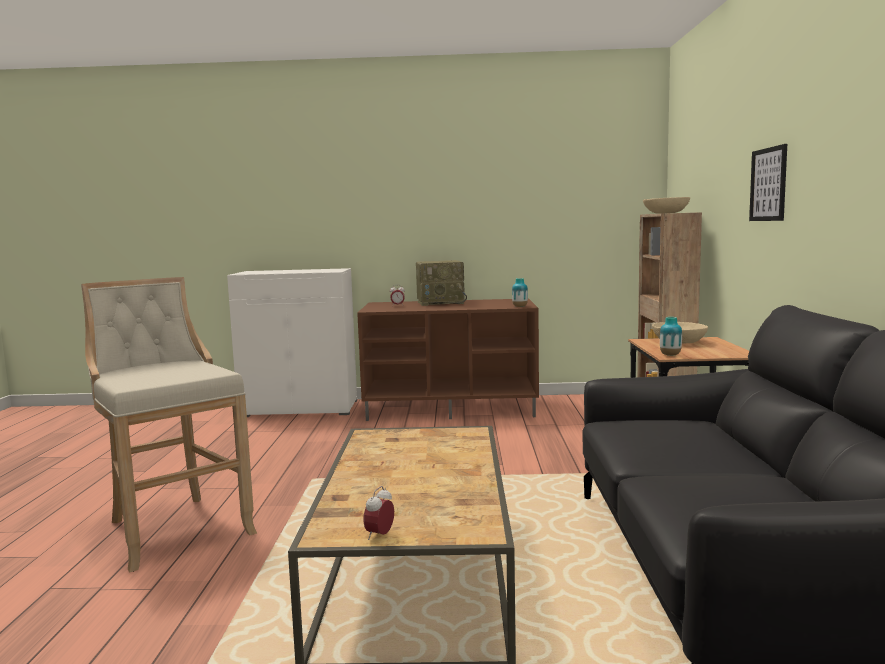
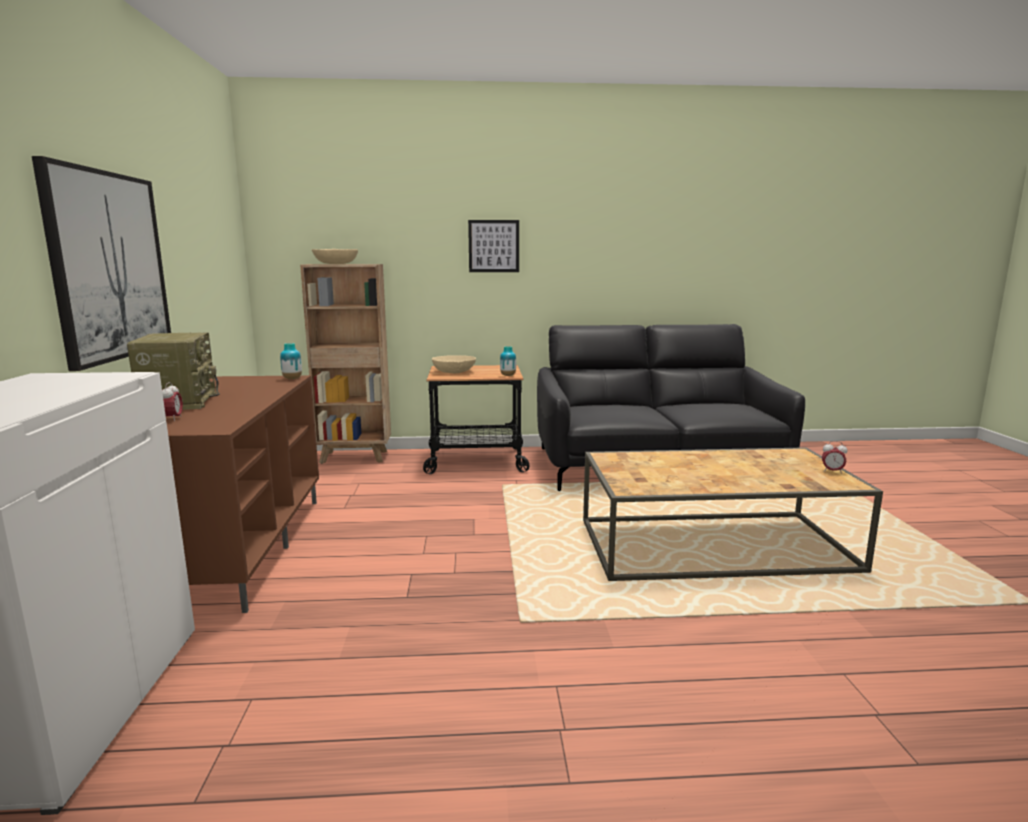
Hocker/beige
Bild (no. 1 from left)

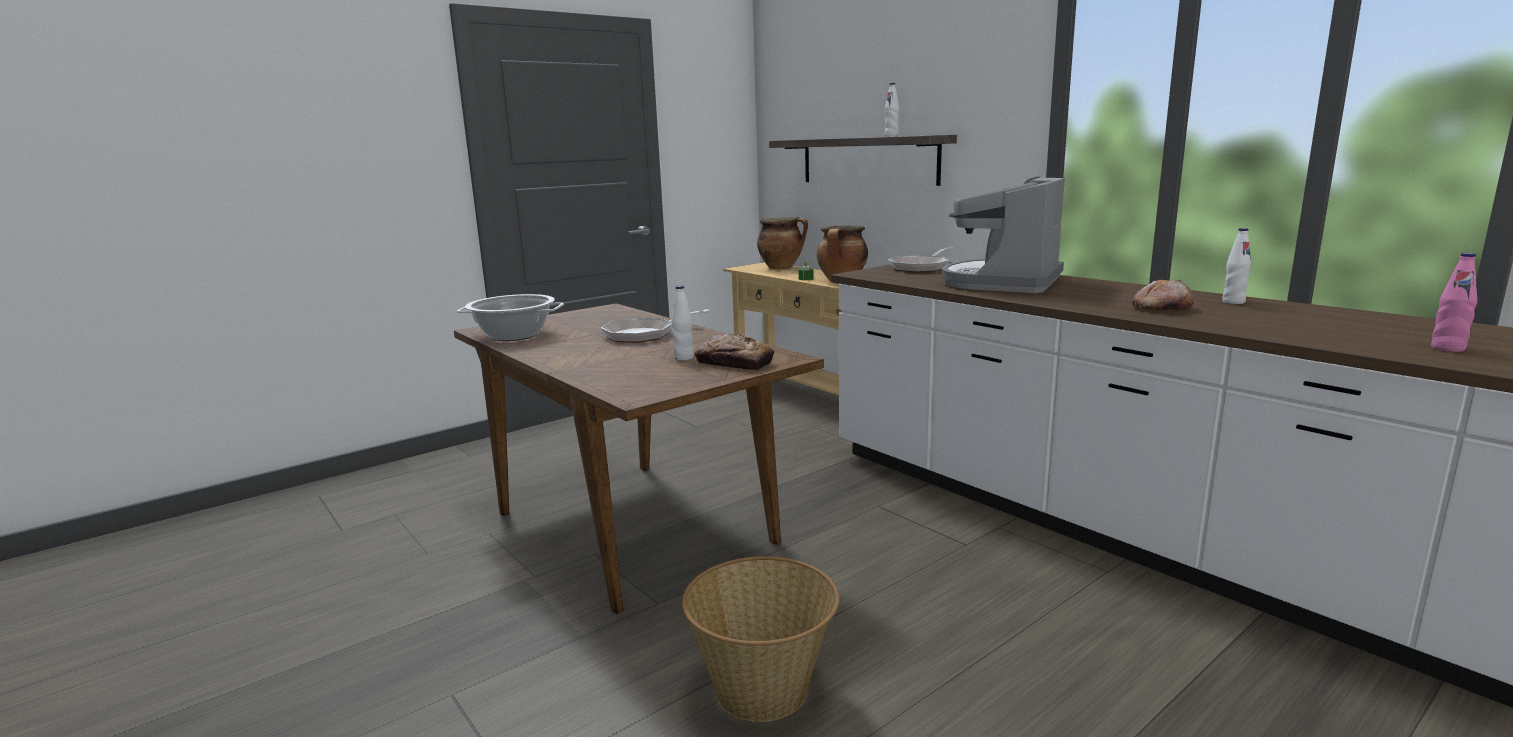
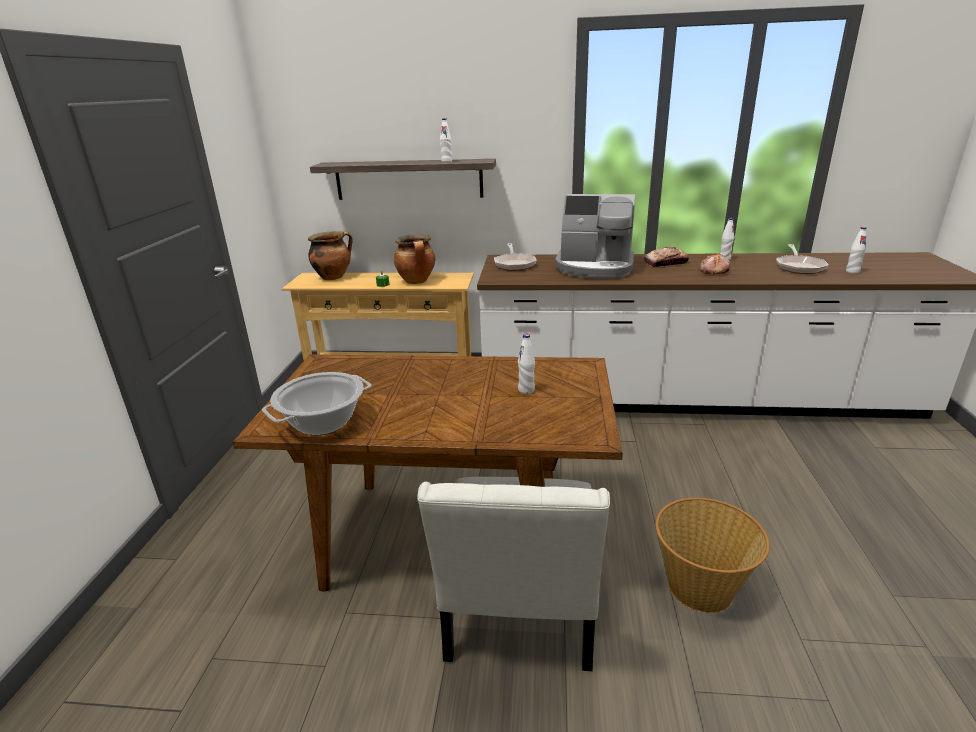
Pfanne (no. 2 from left)
Brot (no. 1 from left)
Kaffeemaschine
Flasche/weiß (no. 4 from left)
Stuhl/weiß

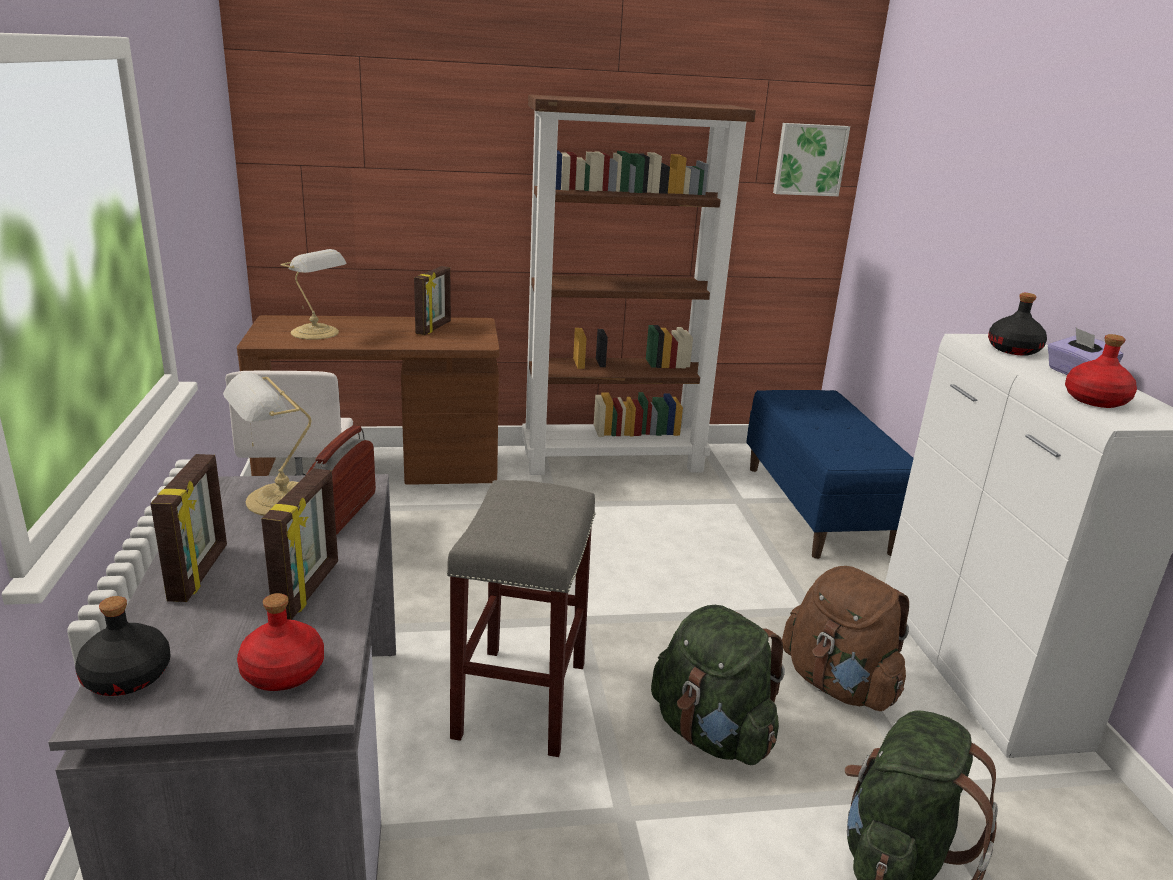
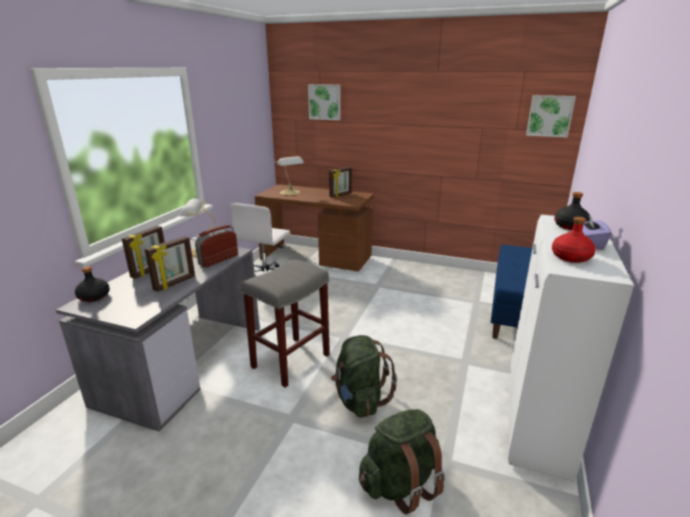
Flasche/rot (no. 1 from left in the first image)
Bücherregal/braun
Rucksack/braun
Bild (no. 1 from left)

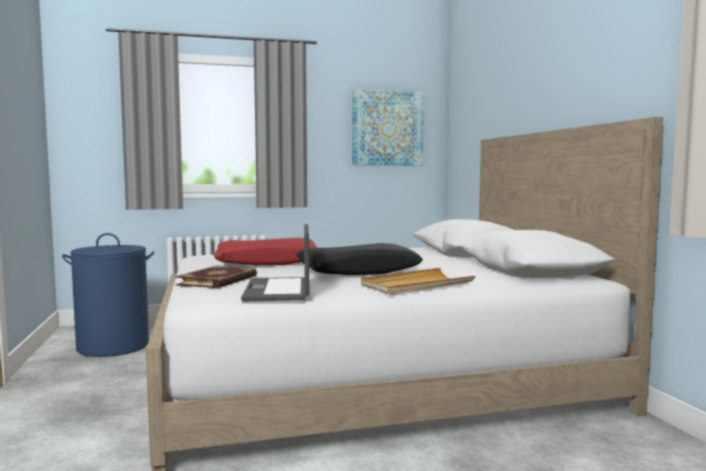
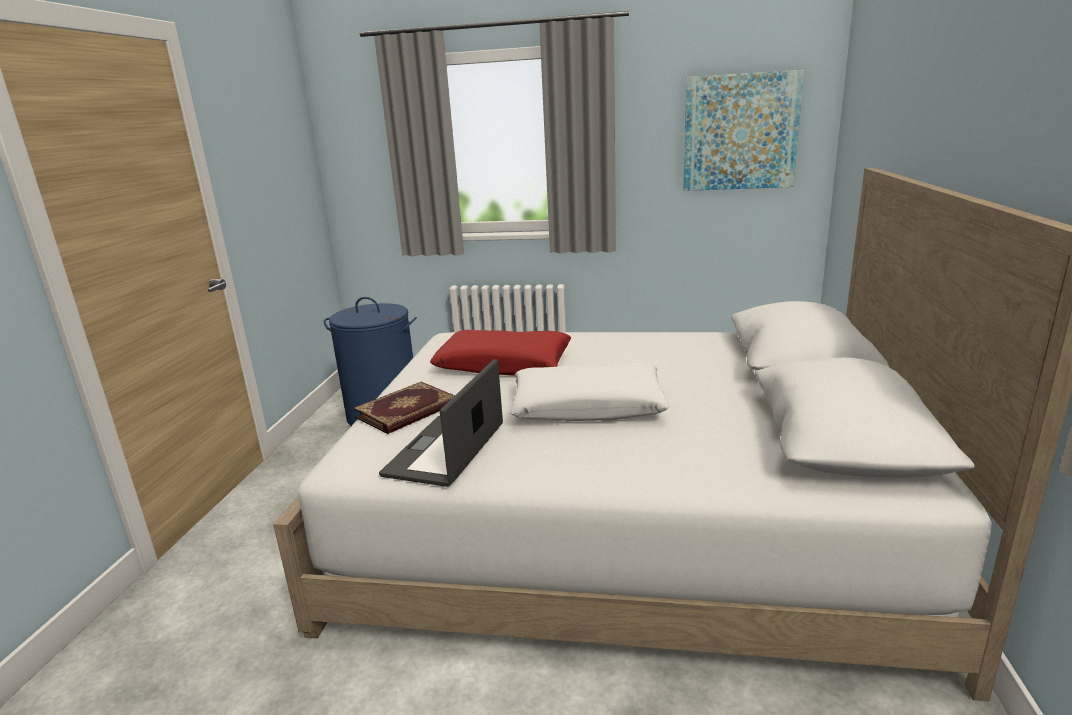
Kissen/weiß
Tablett/beige

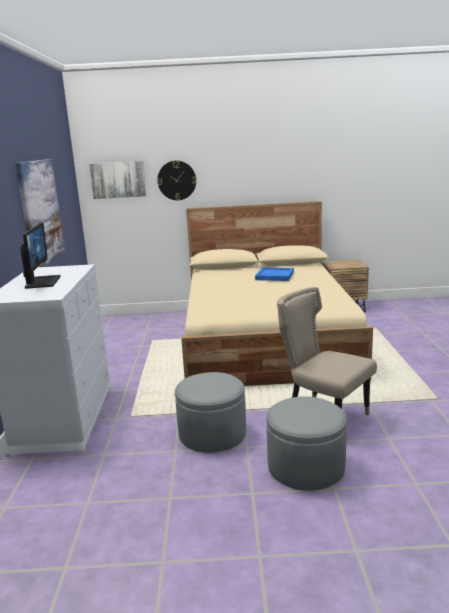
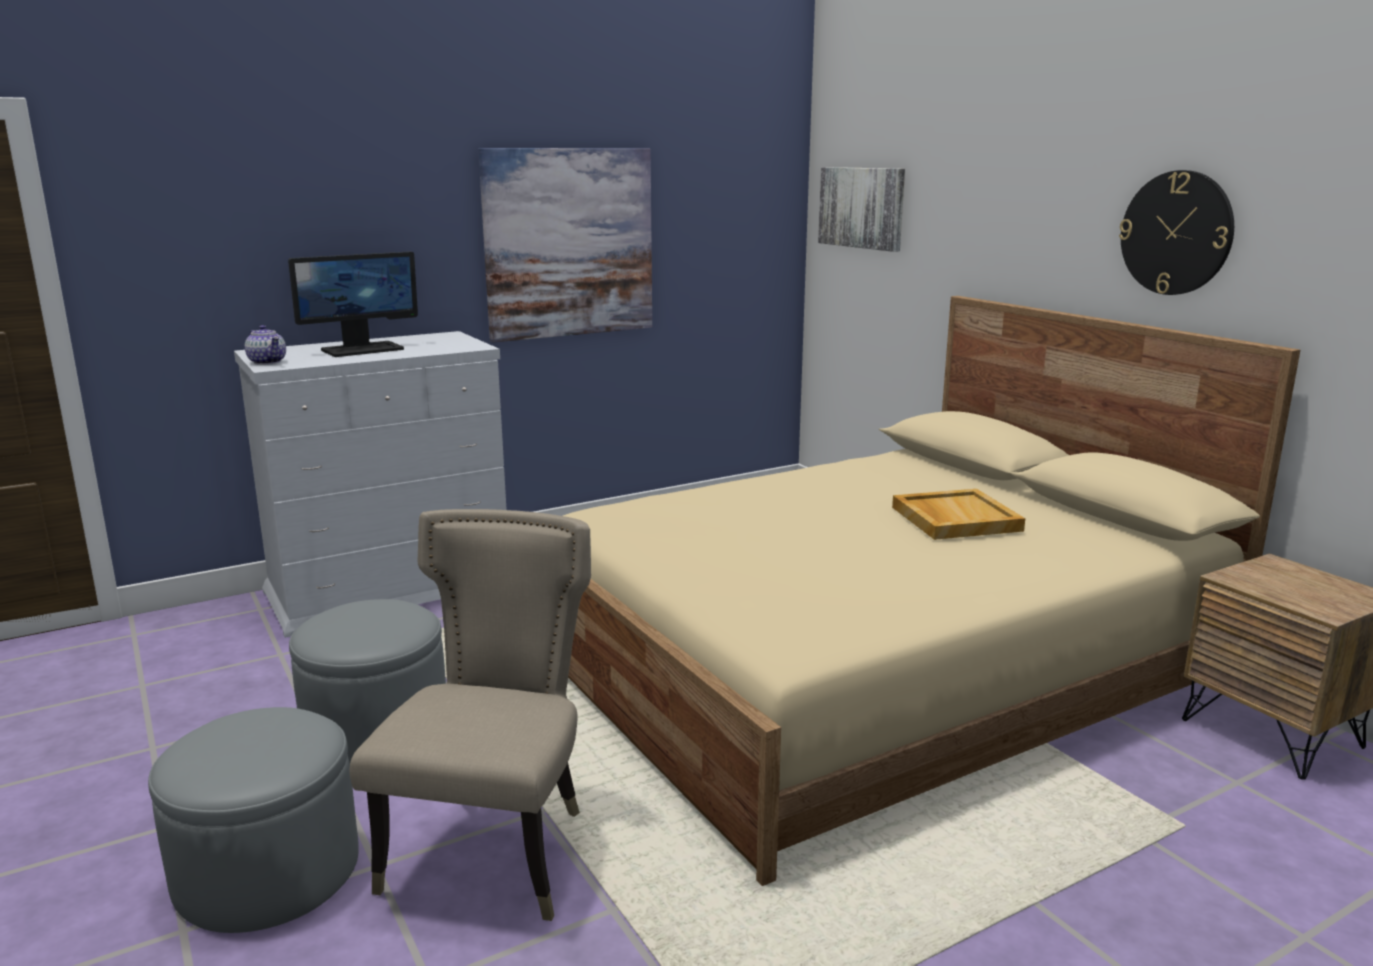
Wanduhr
Tablett/beige
Teekanne

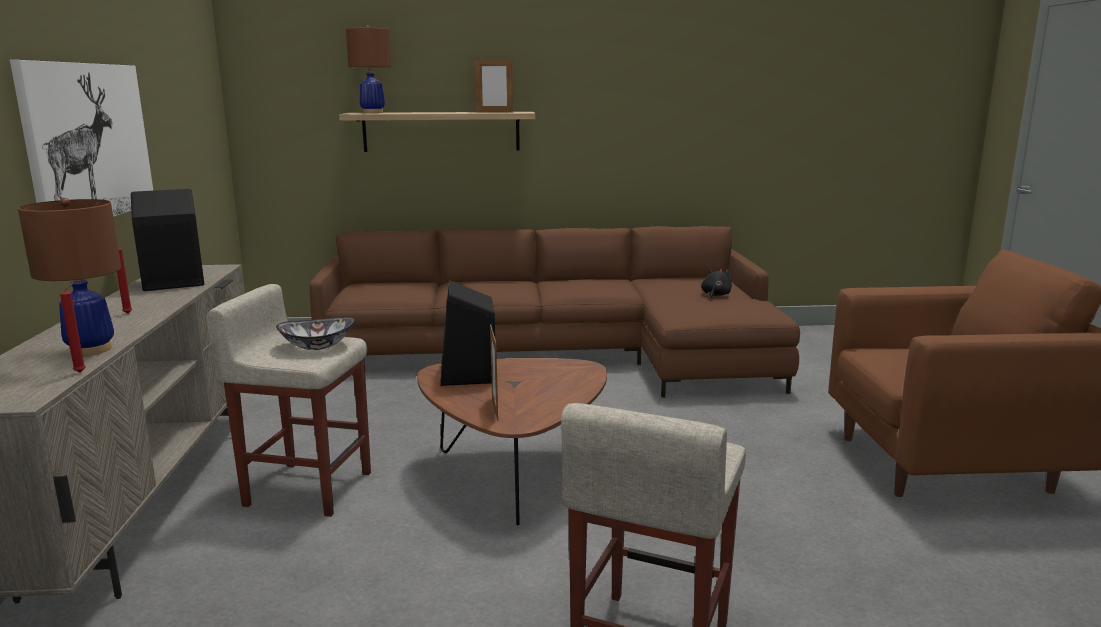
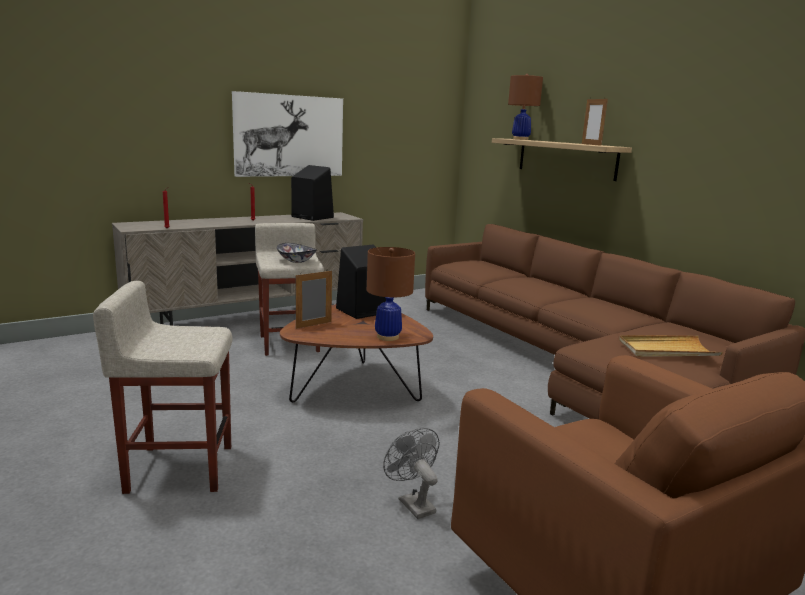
Tischlampe/braun (no. 1 from left)
Tablett/beige
Ventilator/grau

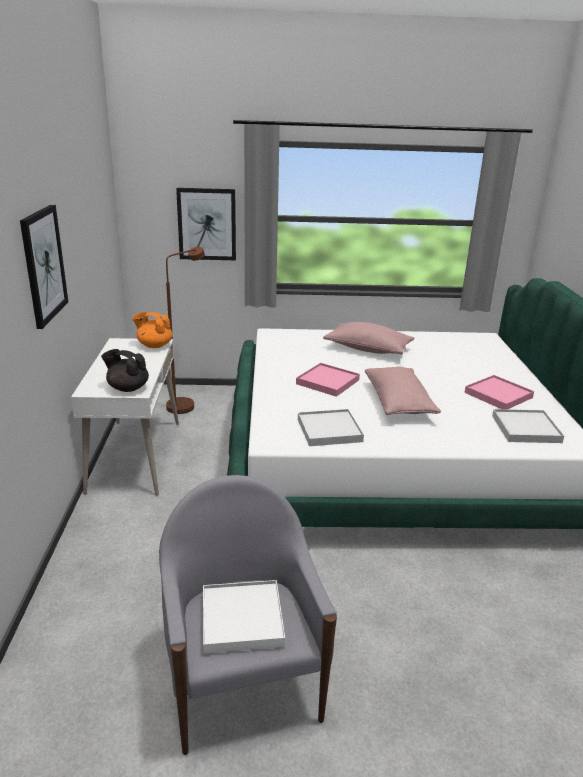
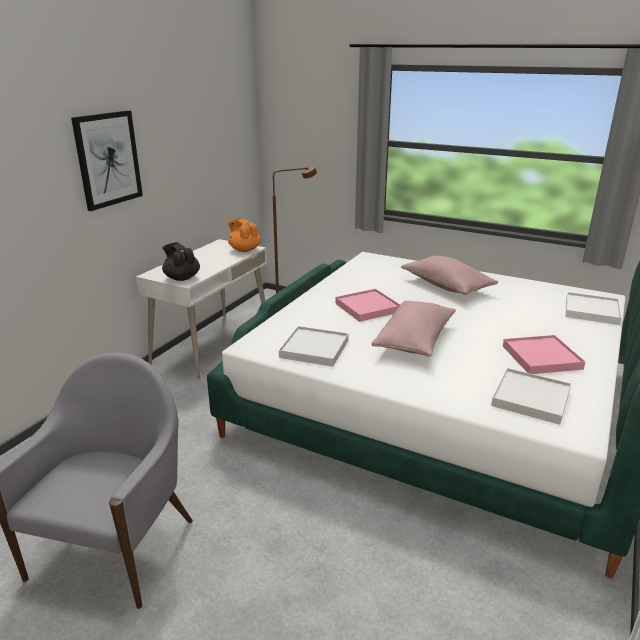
Bild (no. 2 from left in the first image)
Tablett/weiß (no. 3 from left)

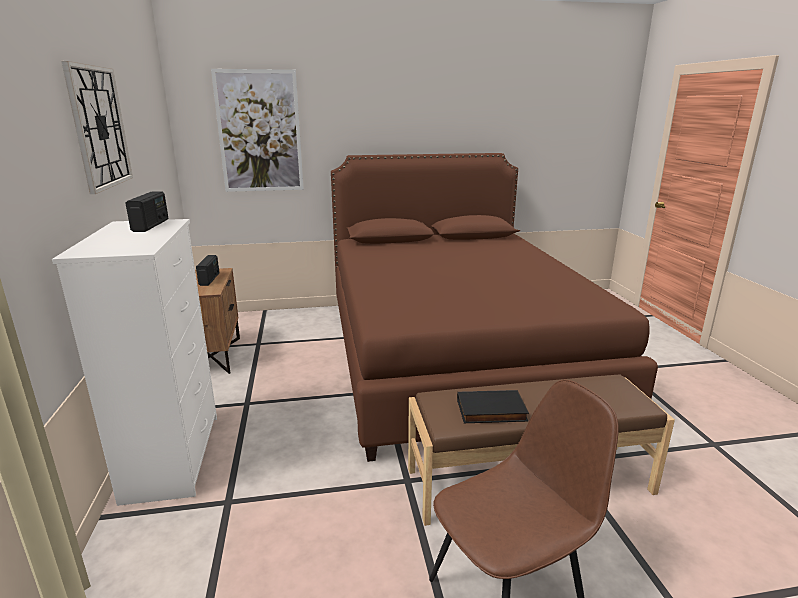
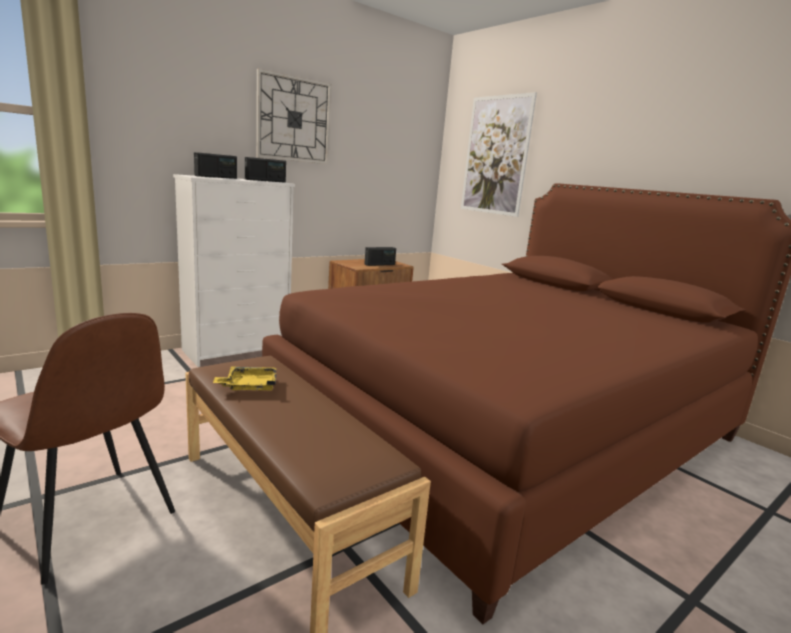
Tablett/gelb
Radio (no. 1 from left)

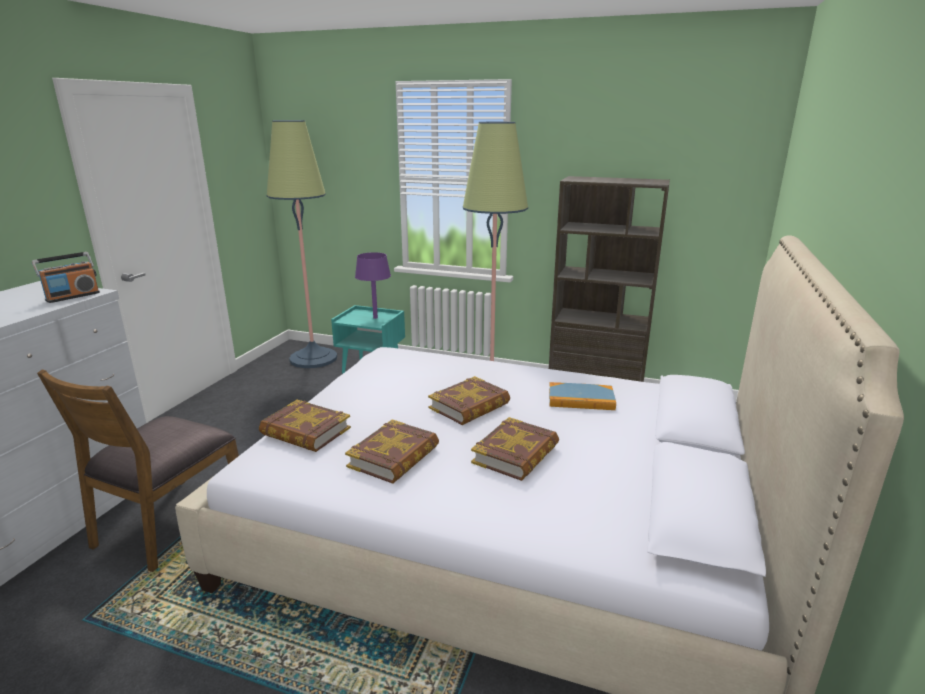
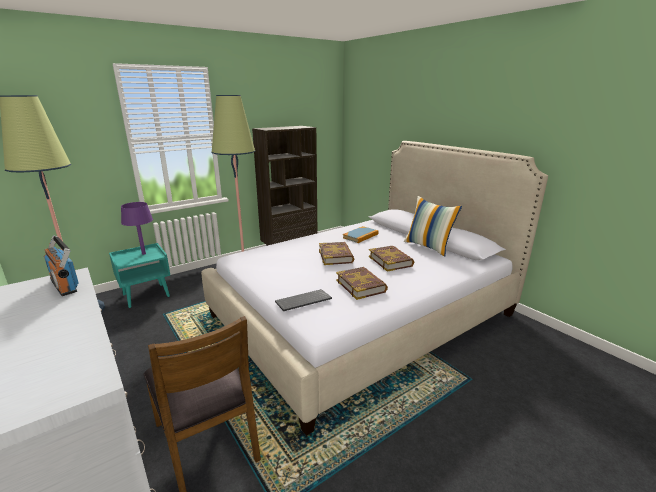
Radio
Tastatur
Kissen

